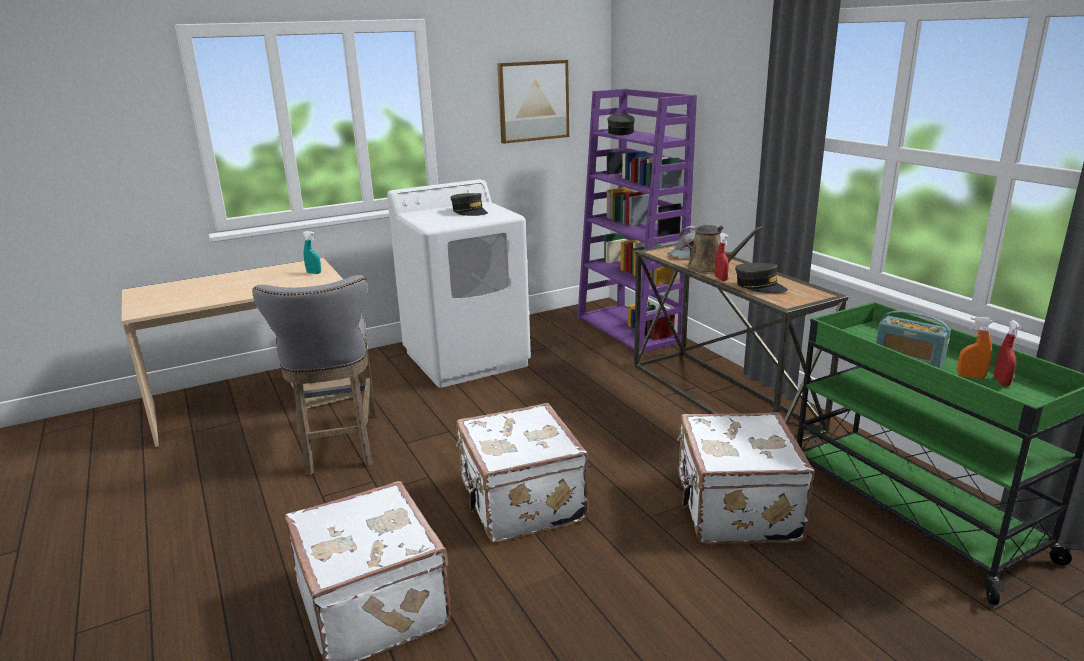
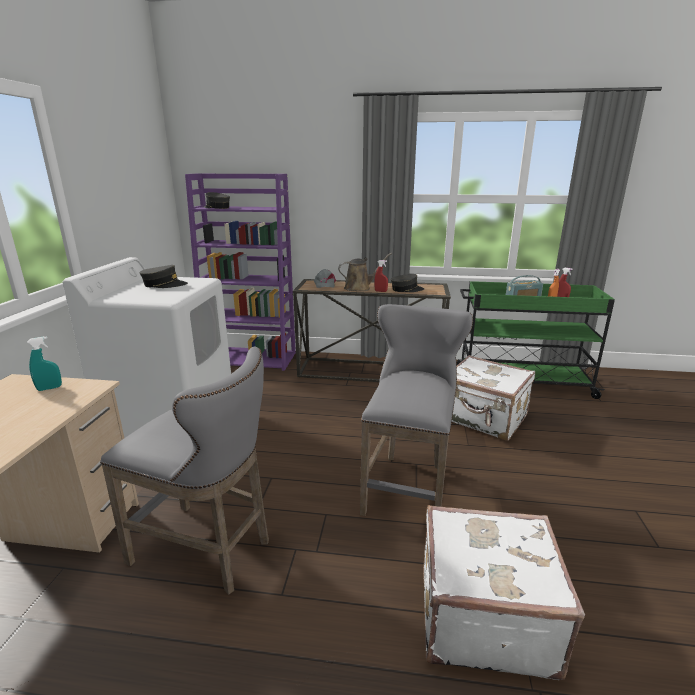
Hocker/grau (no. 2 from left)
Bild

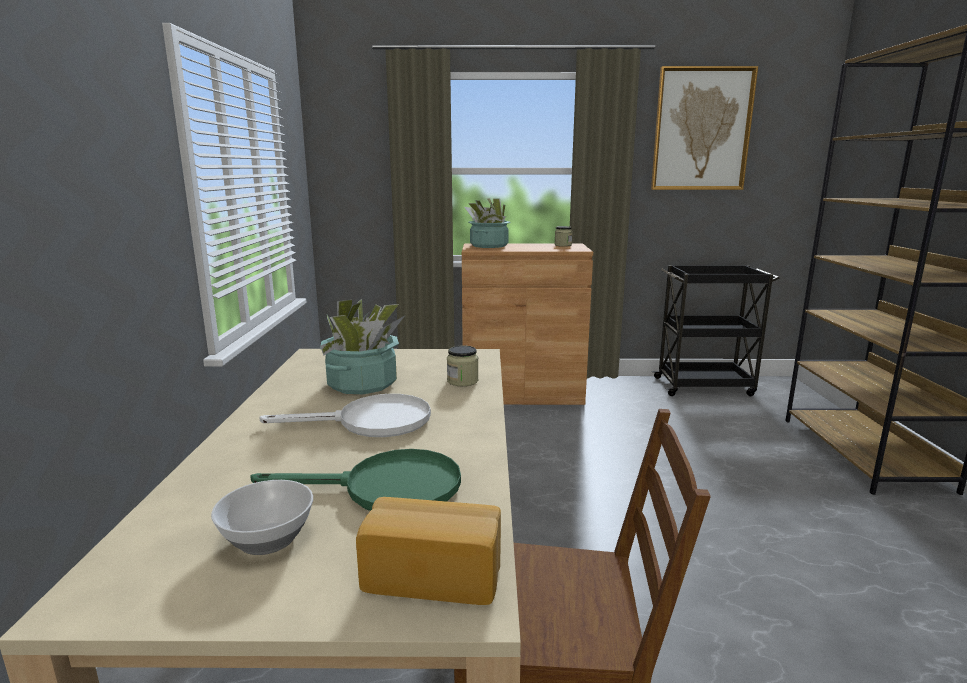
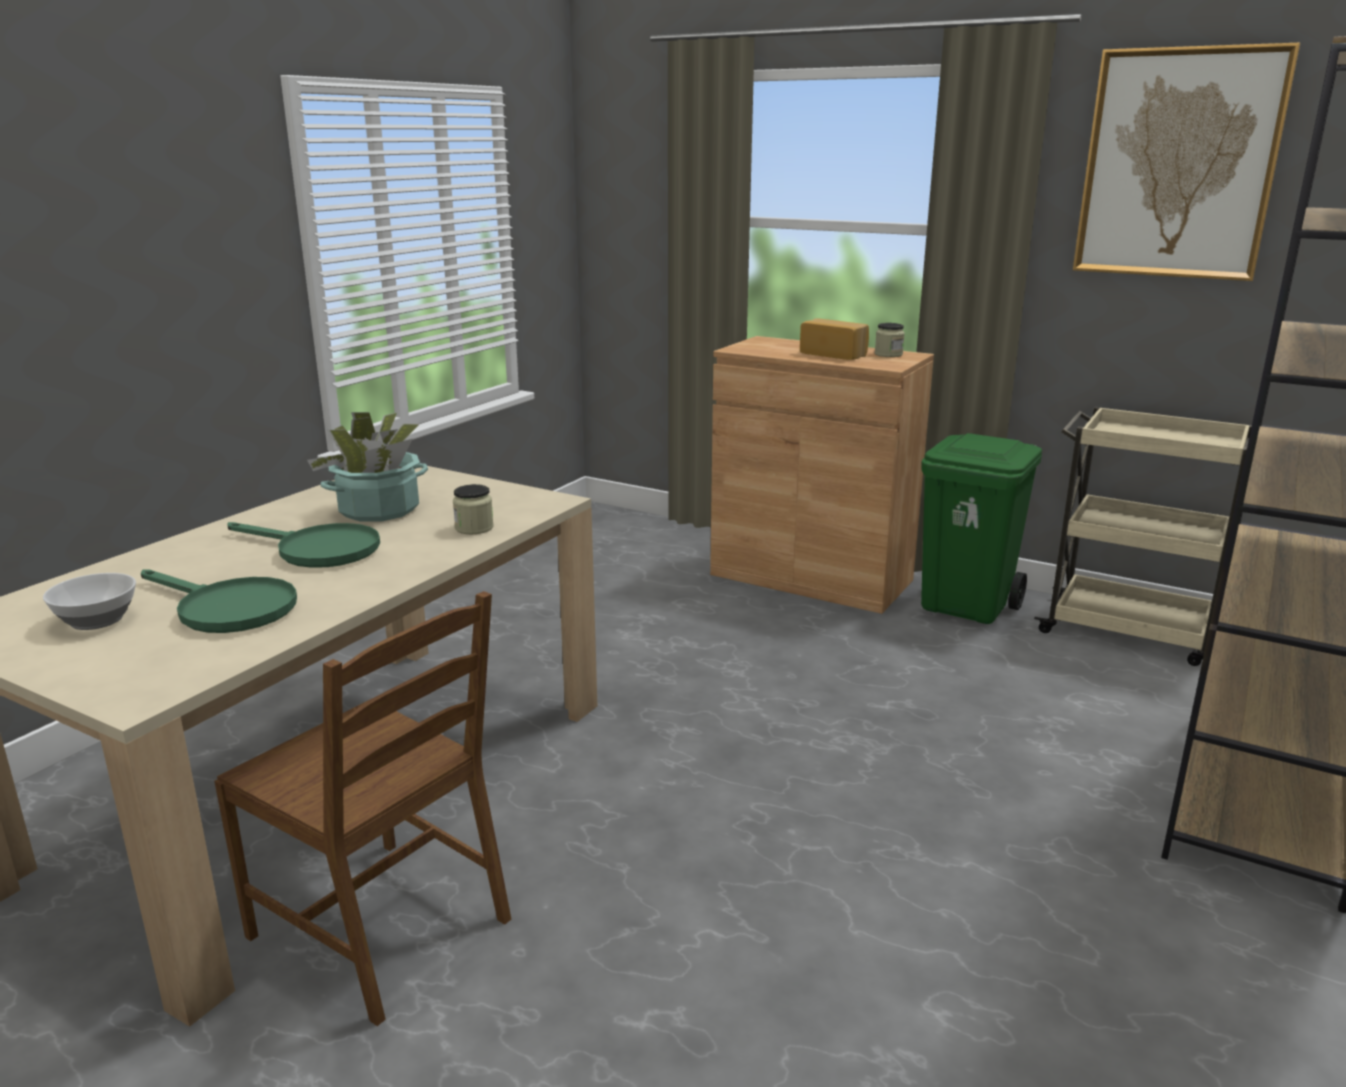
Pfanne/grün (no. 2 from left)
Brot
Topfpflanze (no. 2 from left in the first image)
Rollwagen/beige
Mülleimer/grün

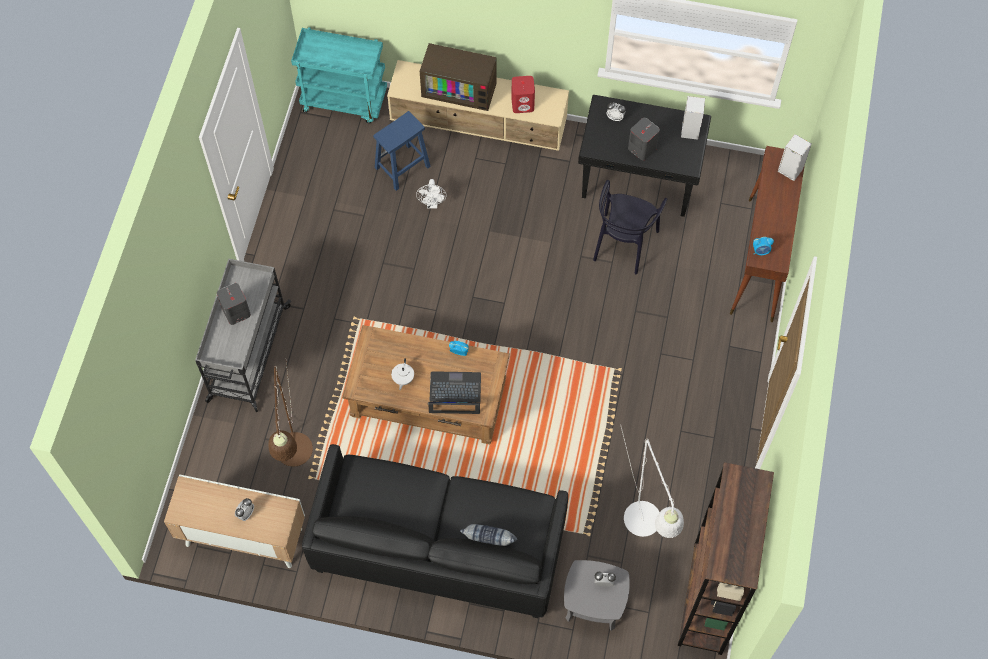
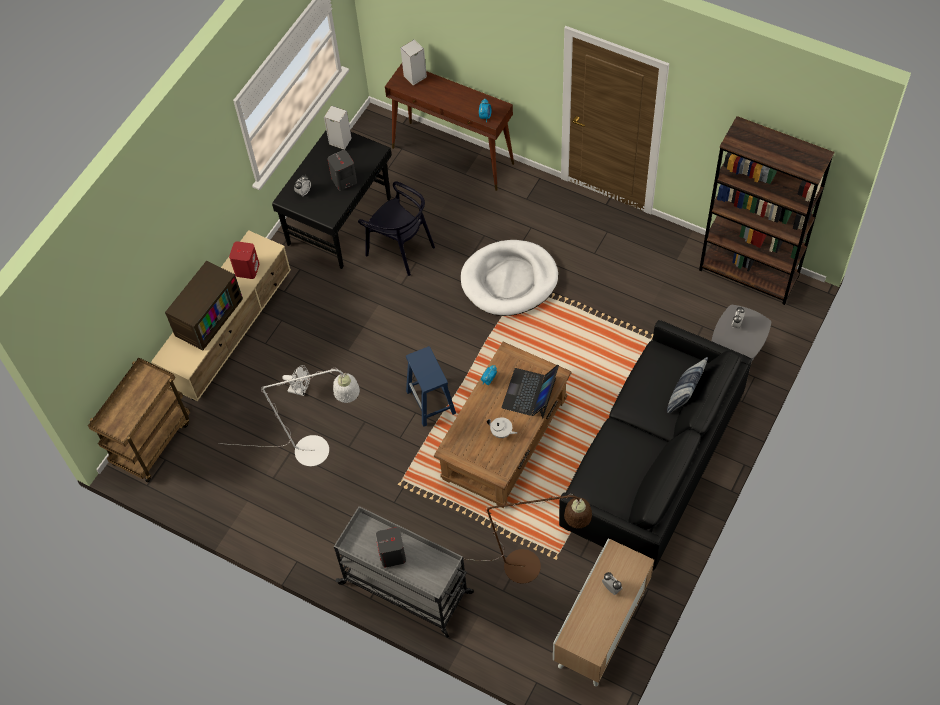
Rollwagen/braun
Hocker/blau
Stehlampe/weiß
Hundebett/weiß

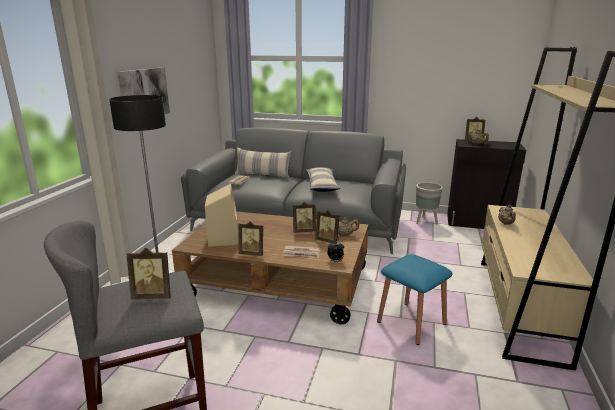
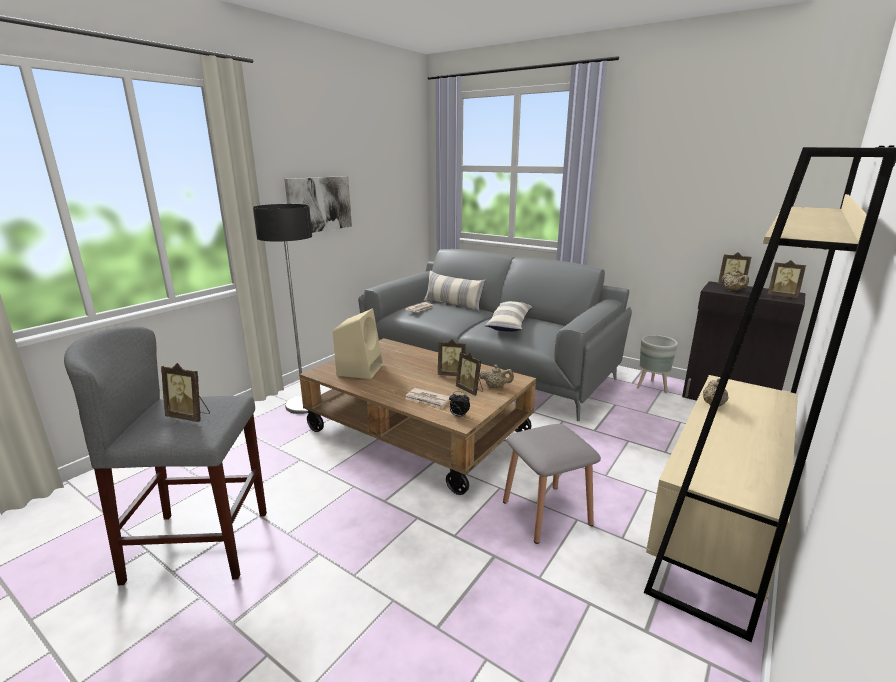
Bilderrahmen (no. 5 from left)
Hocker/grau (no. 2 from left)

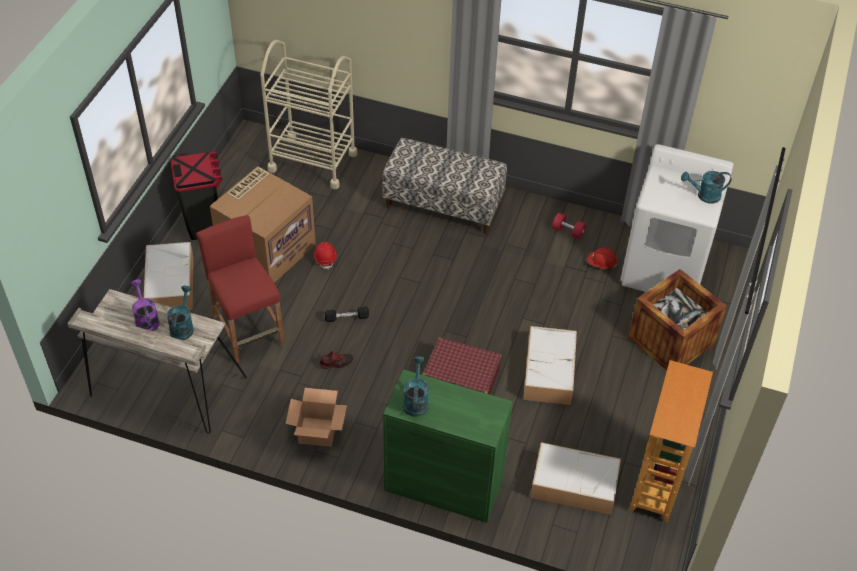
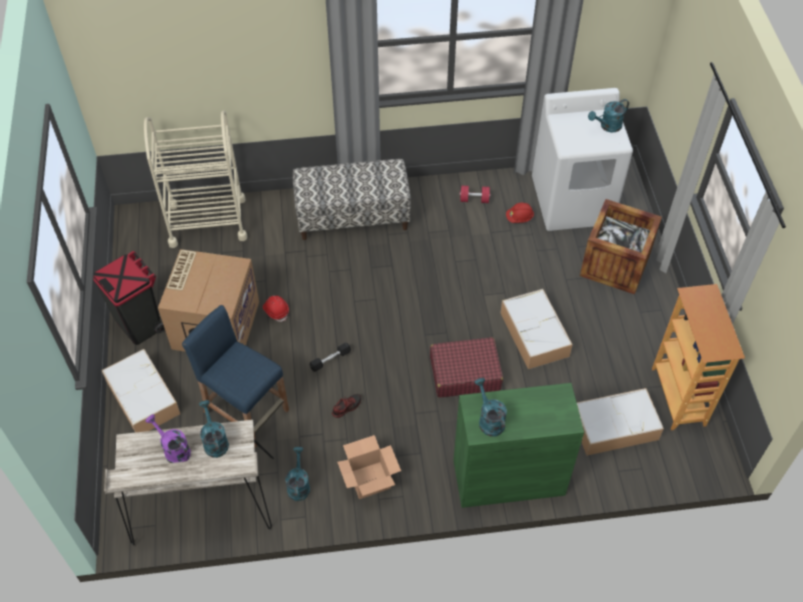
Hocker/blau
Gießkanne/türkis (no. 2 from left)

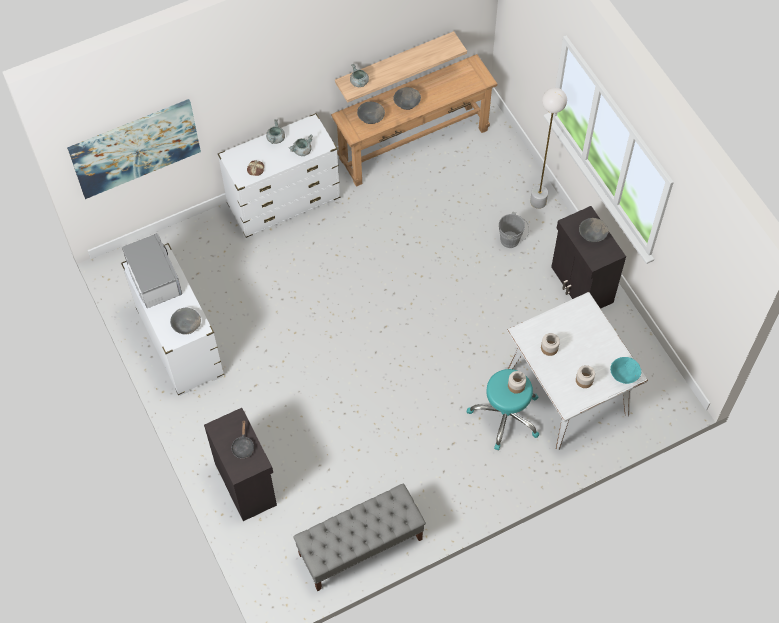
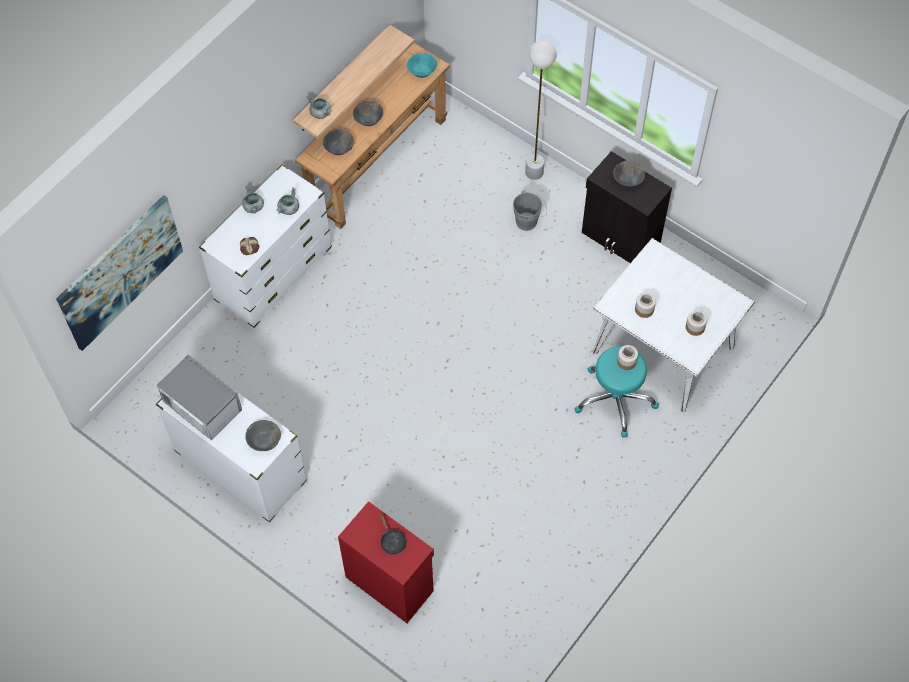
Schrank/rot
Bank/grau
Schüssel/türkis

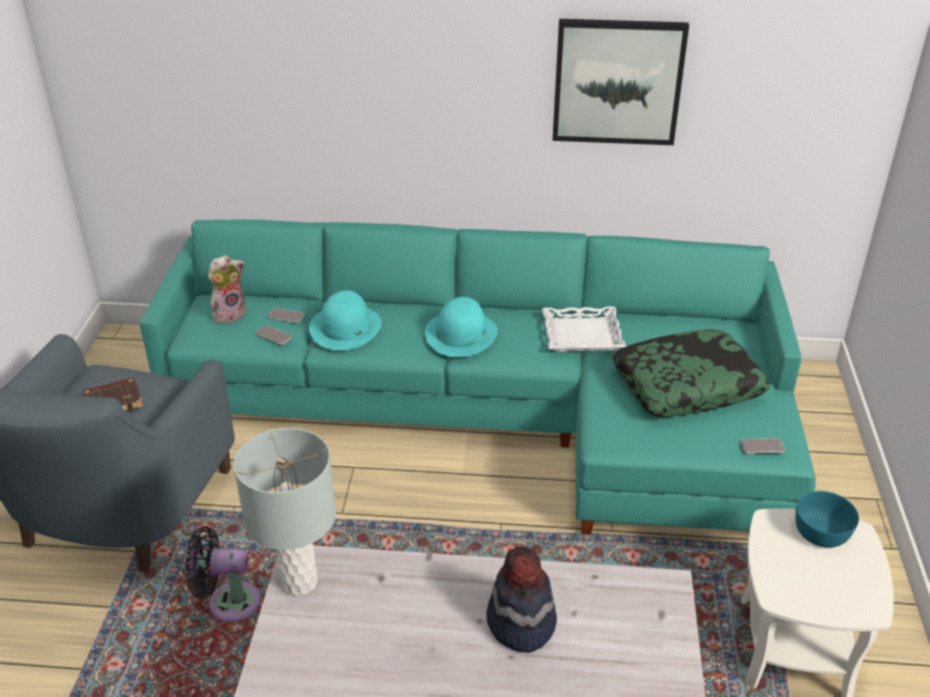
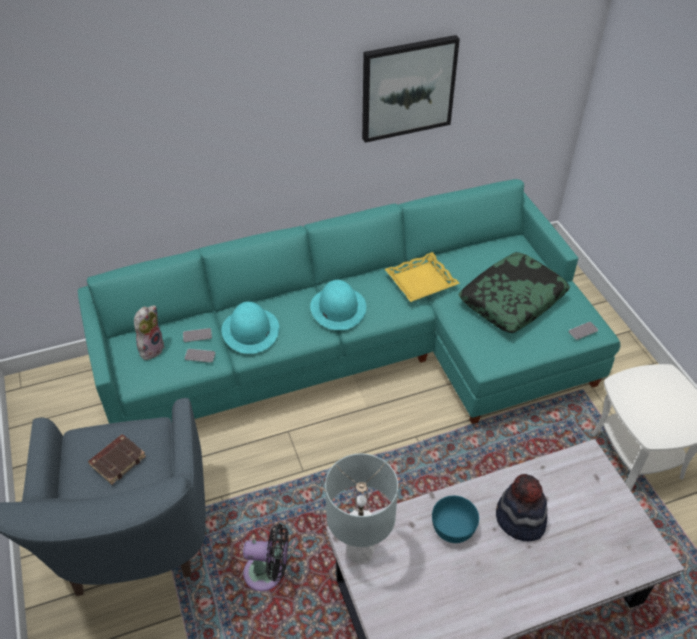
Ventilator/schwarz
Tablett/gelb
Schüssel/türkis

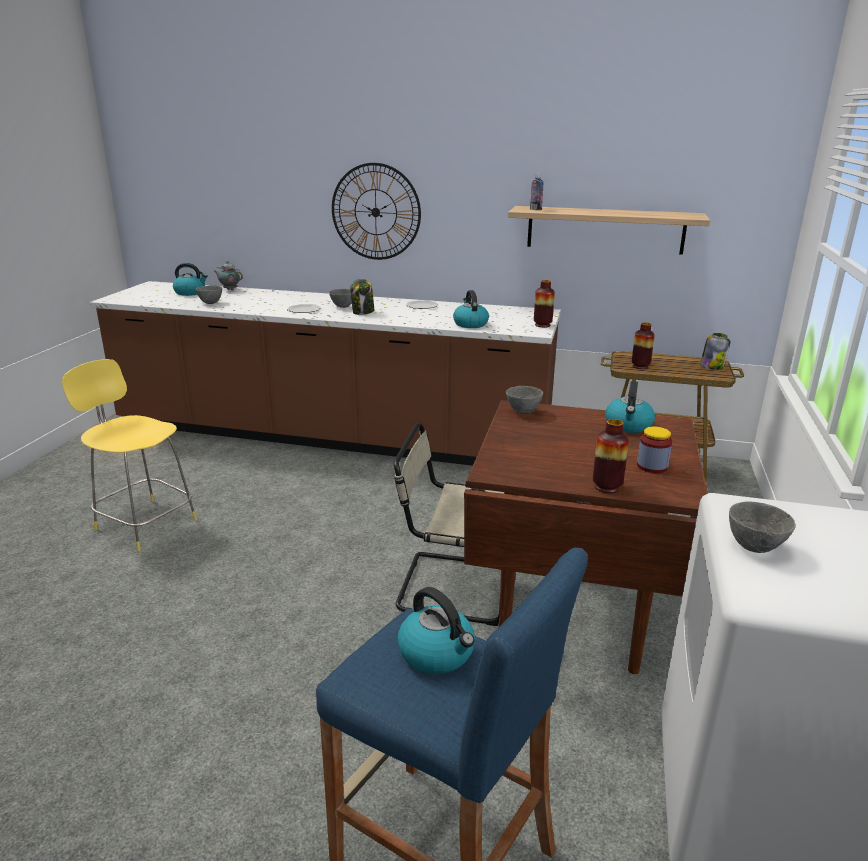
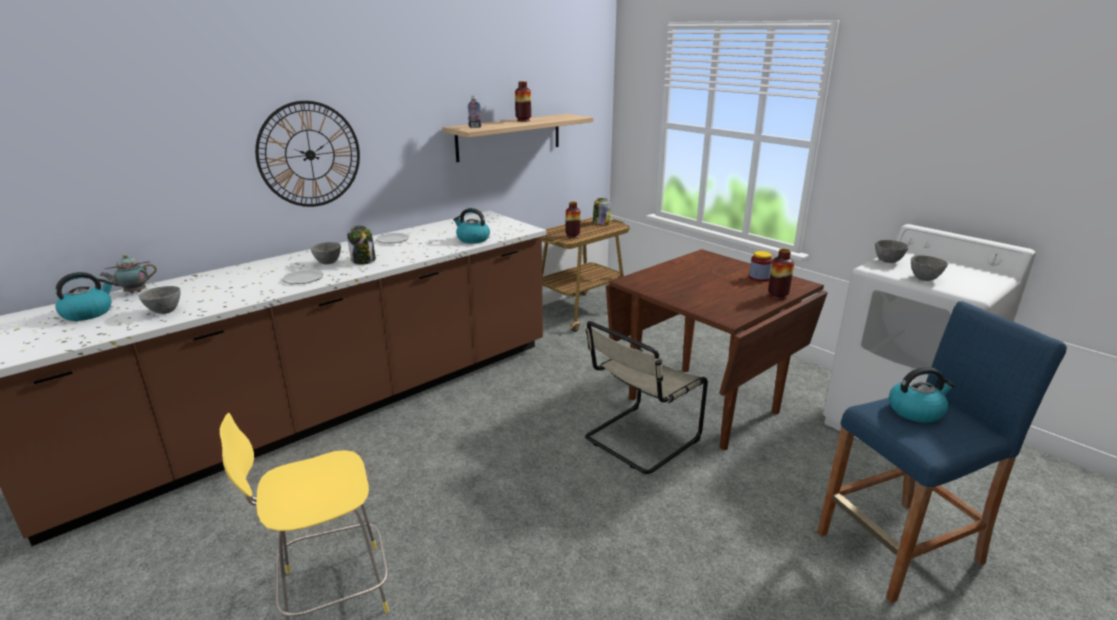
Schüssel/grau (no. 3 from left)
Vase (no. 1 from left)
Wasserkessel (no. 4 from left in the first image)

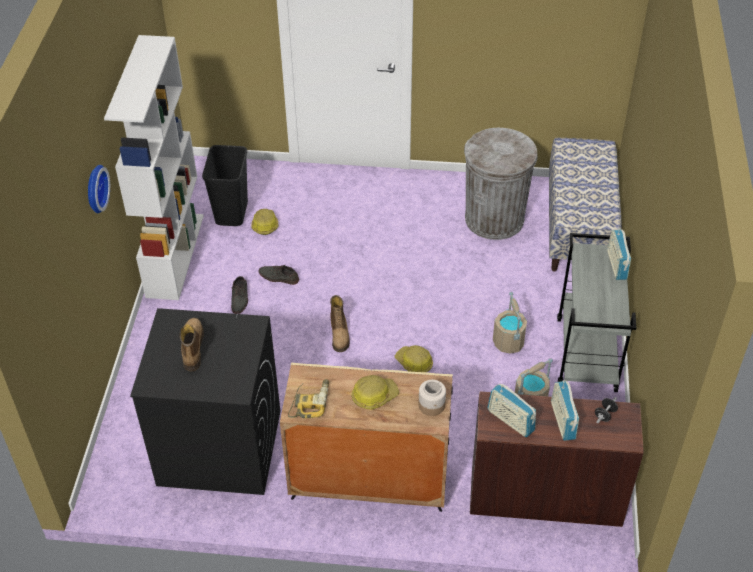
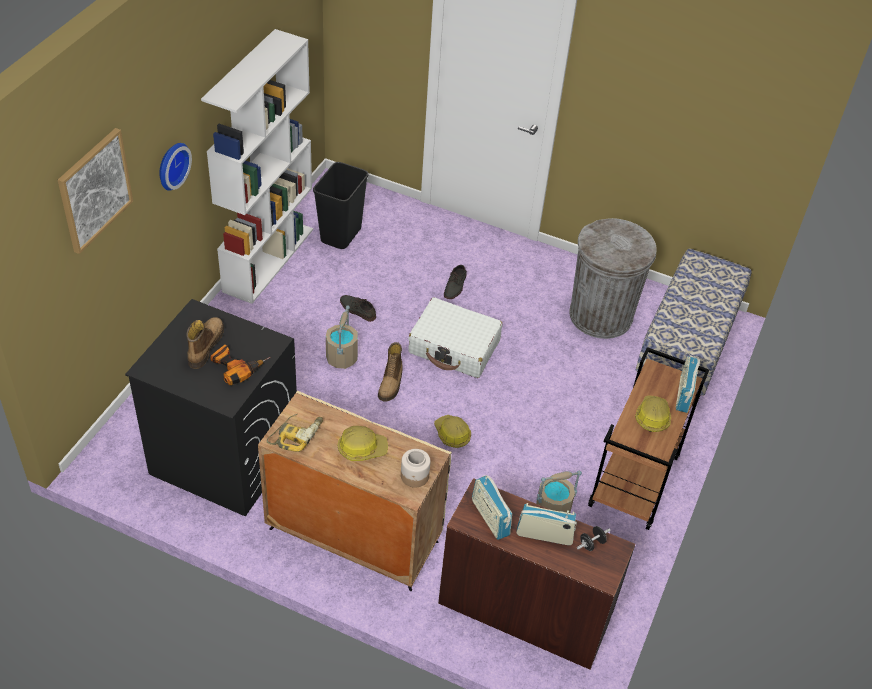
Schuh/grau (no. 2 from left)
Schutzhelm (no. 3 from left)
Eimer/beige (no. 1 from left)
Radio (no. 2 from left)
Rollwagen/braun
Bild
Bohrmaschine (no. 1 from left)
Koffer/weiß

